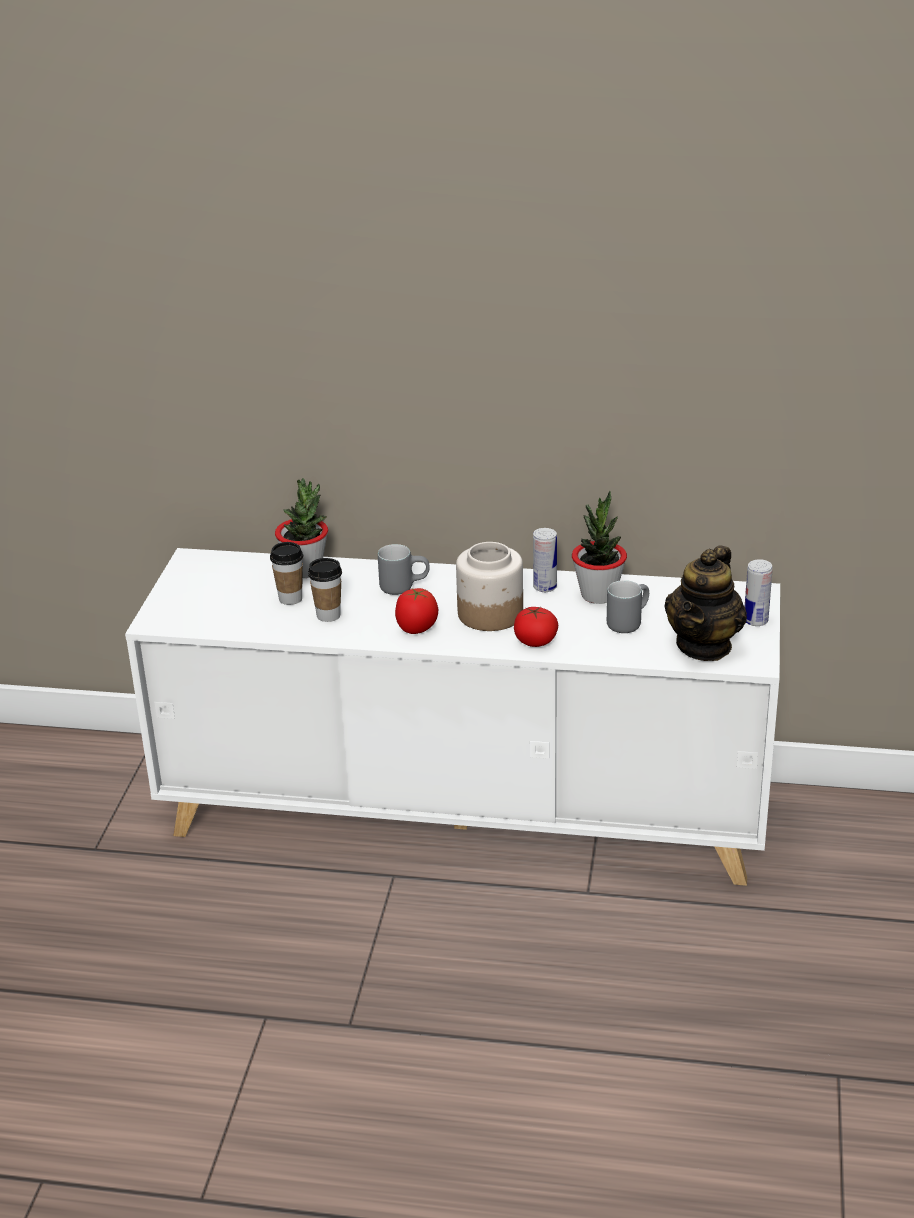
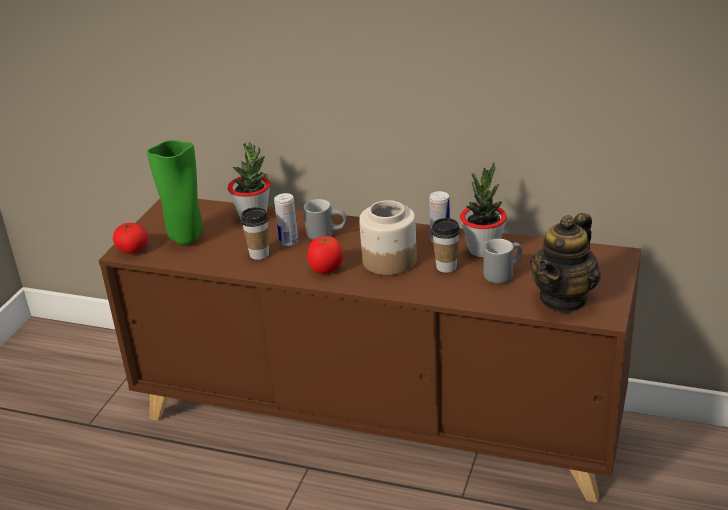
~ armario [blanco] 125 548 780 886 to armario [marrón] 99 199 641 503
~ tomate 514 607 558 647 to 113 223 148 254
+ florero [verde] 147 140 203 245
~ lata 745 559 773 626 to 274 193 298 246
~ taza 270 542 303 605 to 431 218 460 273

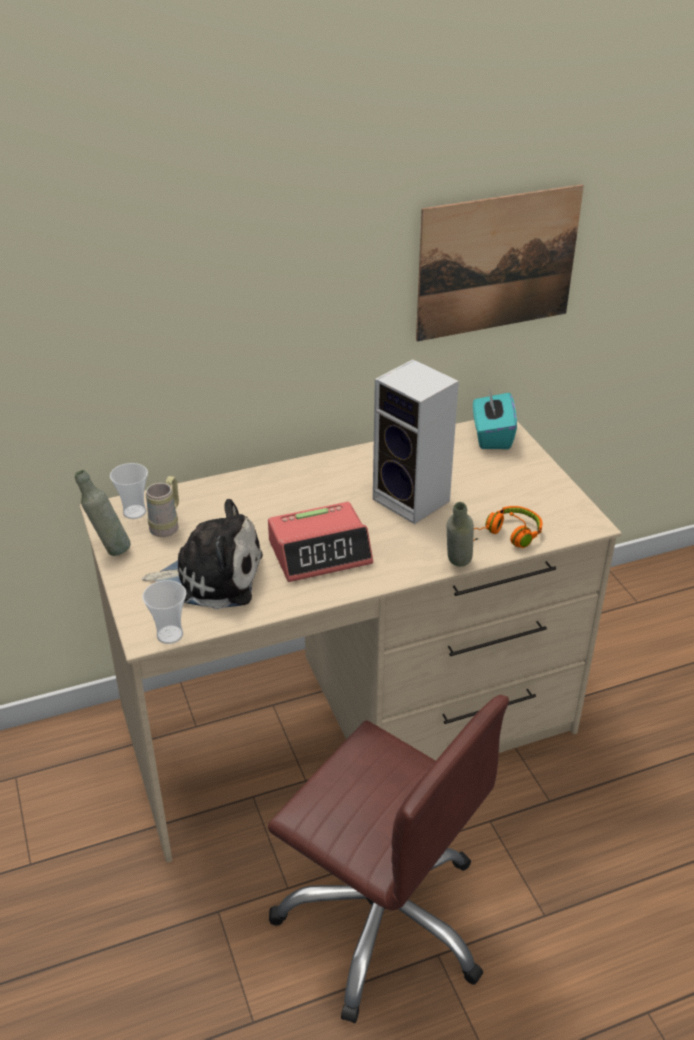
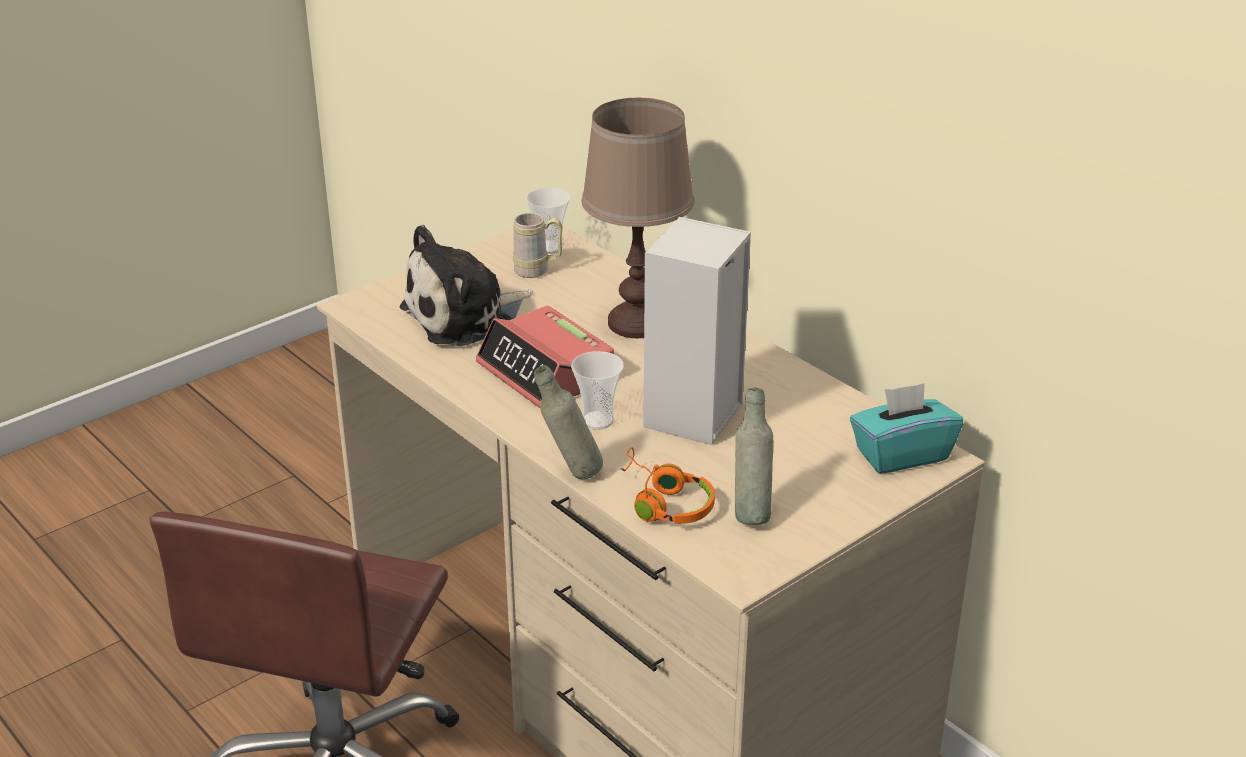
~ peluche 142 499 263 609 = 400 225 533 346 75 degrees clockwise
~ taza 142 580 186 644 to 571 351 624 430
+ lámpara de mesa [marrón] 582 98 694 338
~ botella [gris] 75 470 131 556 to 735 387 773 525
- cuadro 416 184 584 342

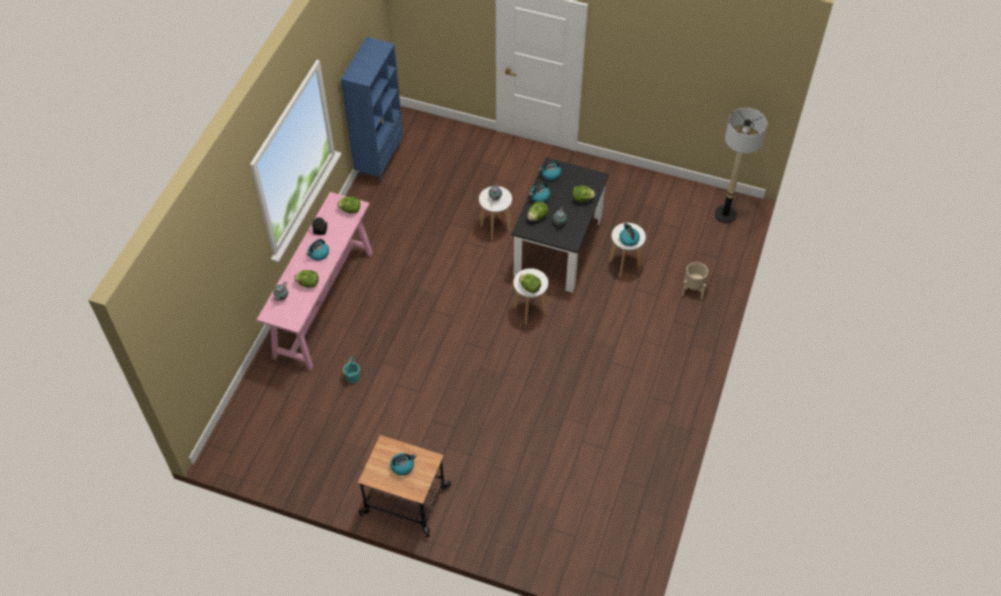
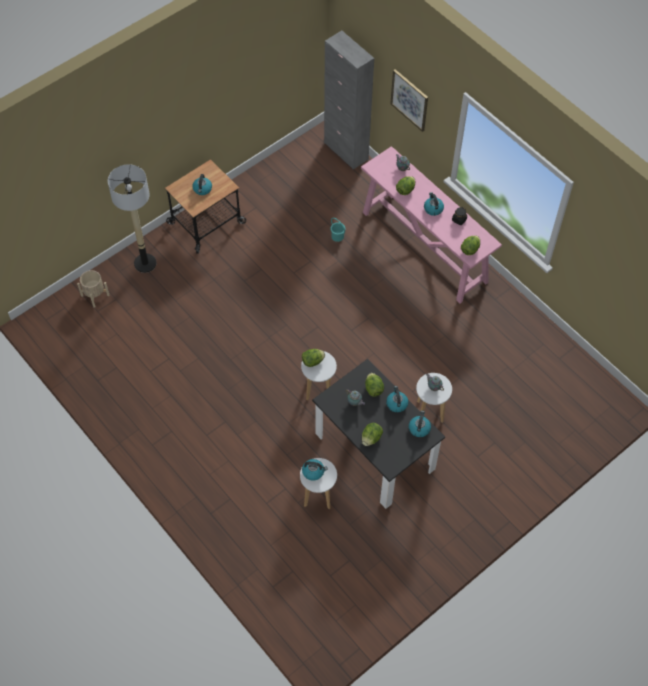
~ maceta [beis] 681 262 708 299 to 77 270 110 308
~ lámpara de pie 715 108 767 223 to 108 164 156 273
+ armario [gris] 324 31 374 170
+ cuadro 390 69 428 132
- estantería [azul] 341 37 403 183

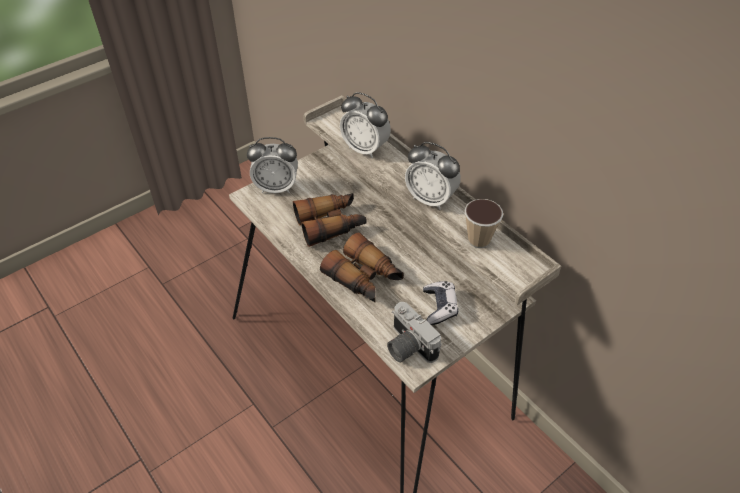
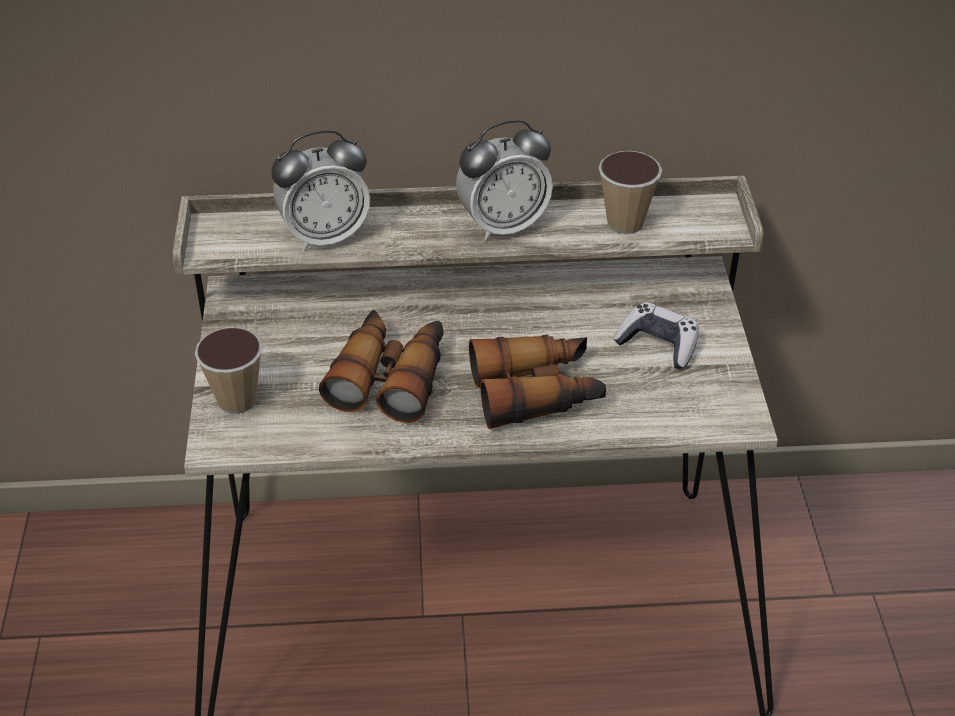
~ despertador 247 137 298 193 to taza 195 327 263 414
- cámara 387 302 442 363

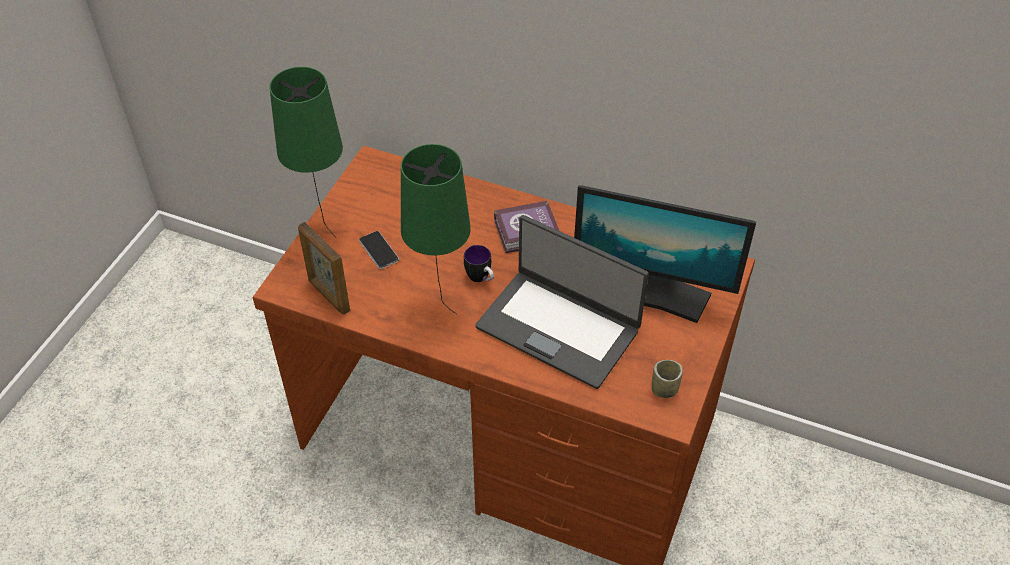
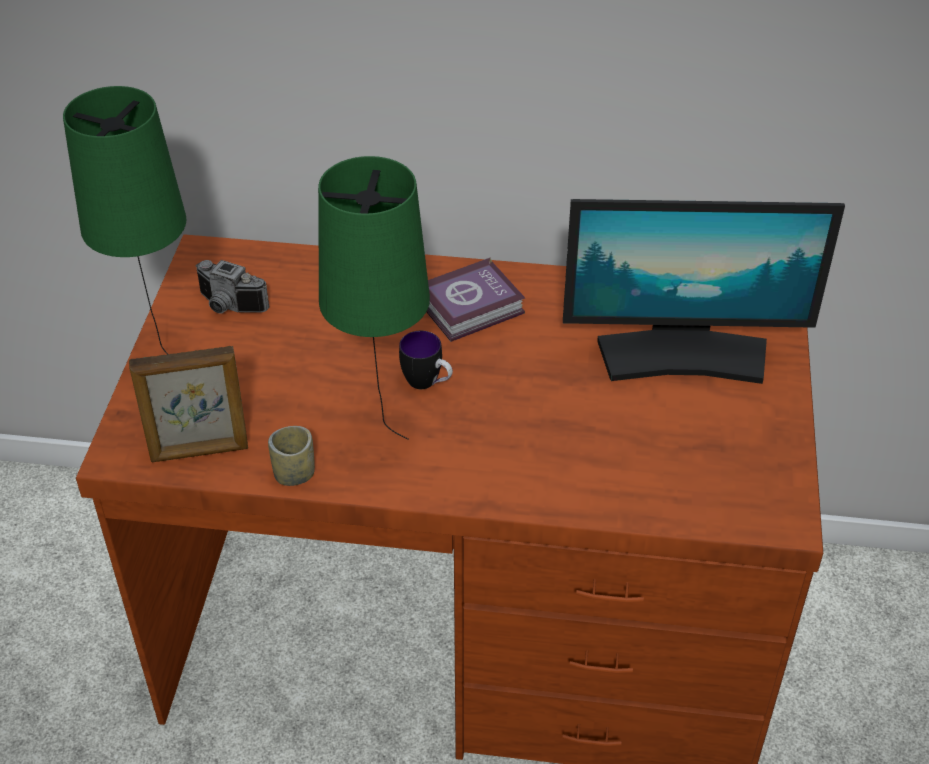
~ portarretratos 298 222 350 315 = 129 346 248 462 45 degrees counterclockwise
+ cámara 196 260 269 314
~ taza 651 360 683 398 to 268 426 315 486
- móvil 359 231 399 269
- portátil 475 215 649 389

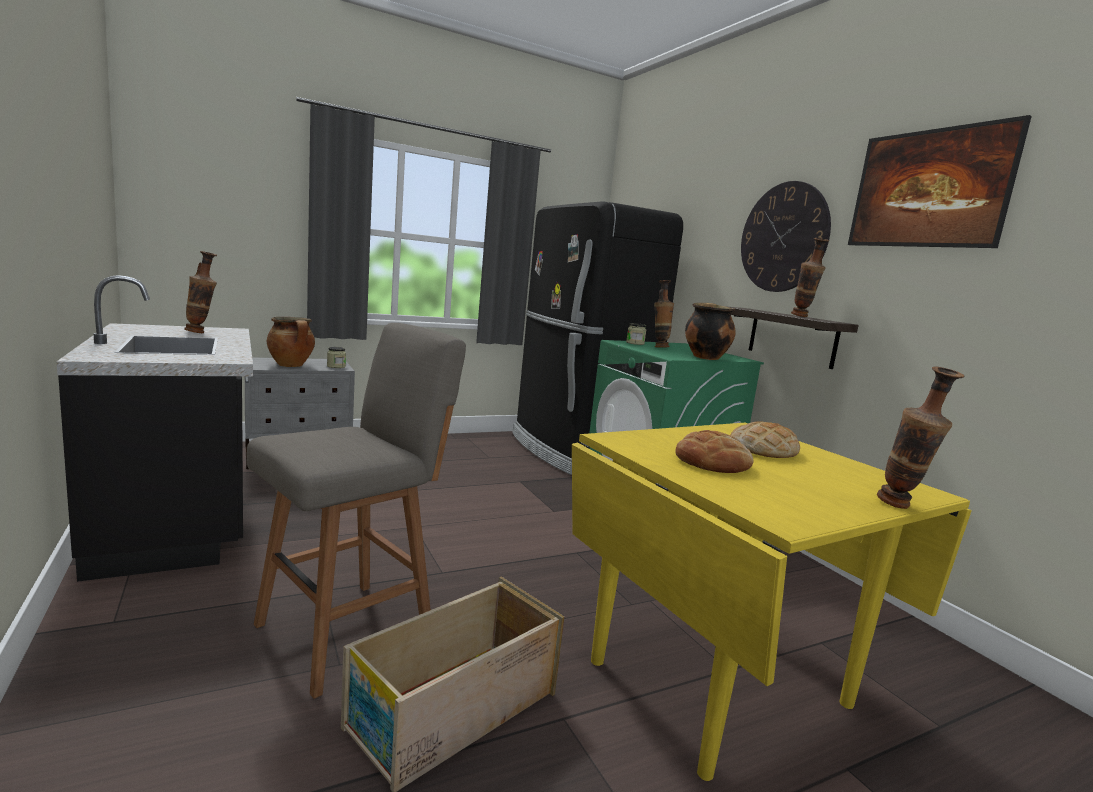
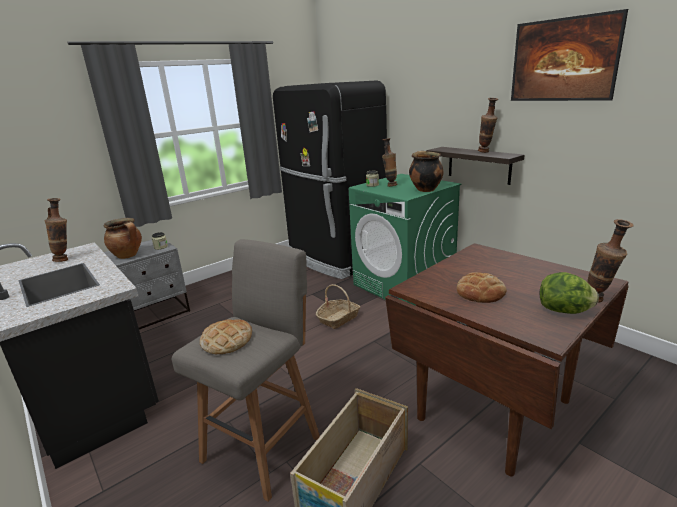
~ pan 731 421 800 458 to 200 319 252 354
+ cesta 316 284 360 329
~ mesa de comedor [amarillo] 572 423 972 781 to mesa de comedor [marrón] 385 243 629 476
+ lechuga 540 272 599 314
- reloj de pared 741 181 831 292

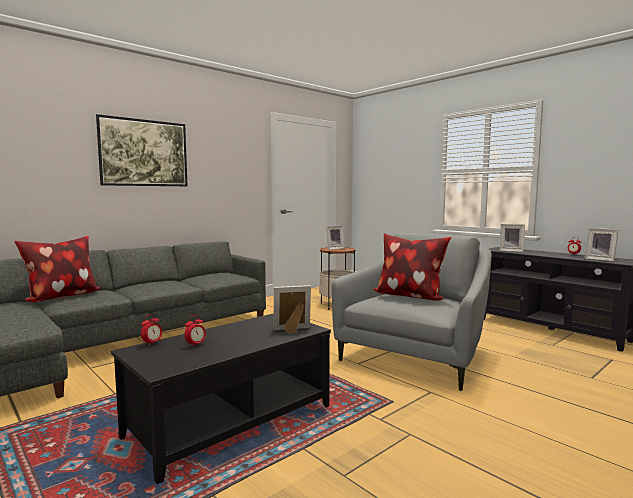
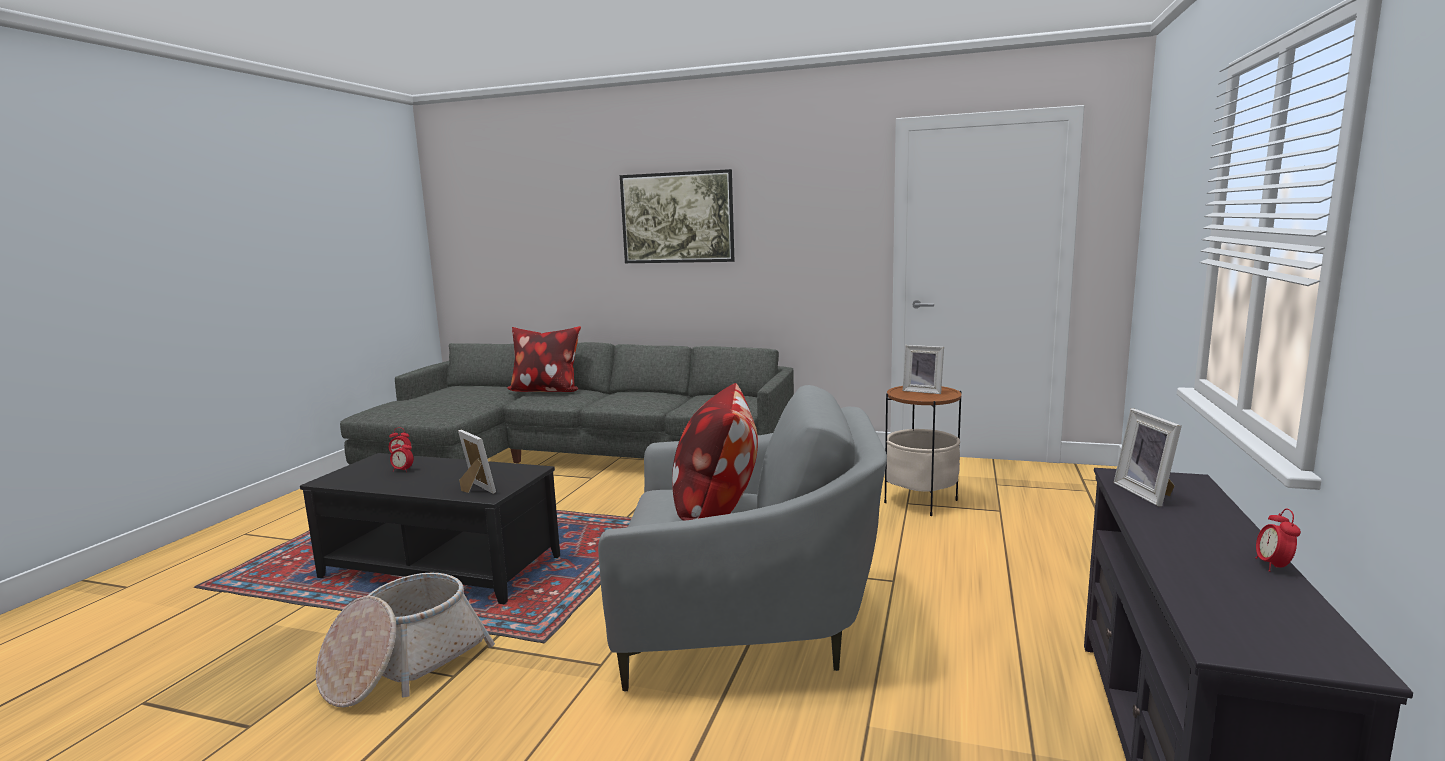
+ cesta 316 573 495 707
- portarretratos 584 228 618 261

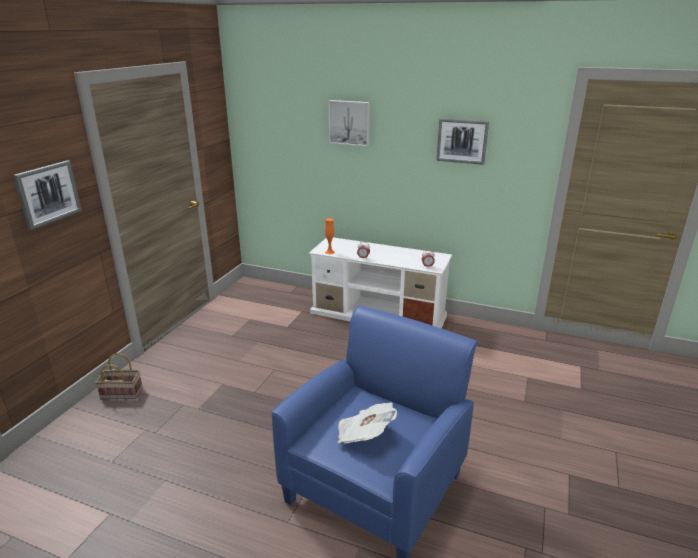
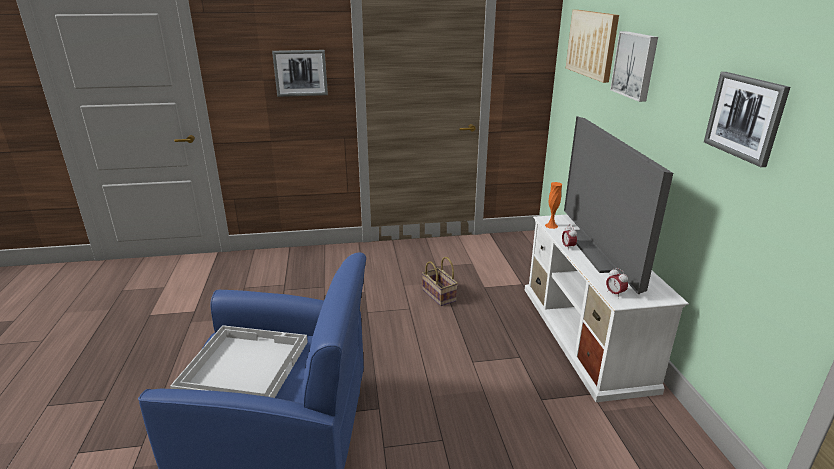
~ periódico 338 402 397 443 to bandeja [blanco] 170 325 308 398
~ cesta 95 353 143 399 to 422 257 458 306
+ televisor 564 116 673 294
+ cuadro 566 10 619 83

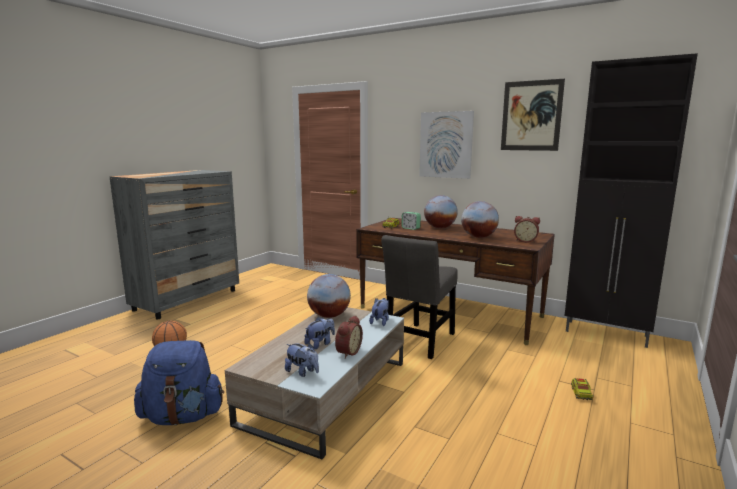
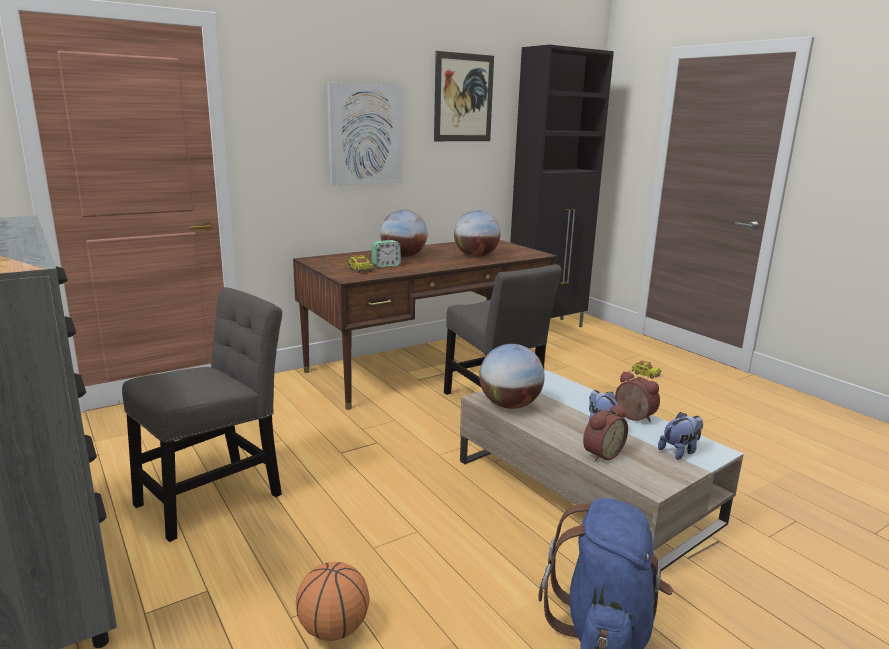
+ silla [gris] 122 287 282 542
~ despertador 514 216 540 242 to 583 405 628 462
- peluche 369 298 389 326

